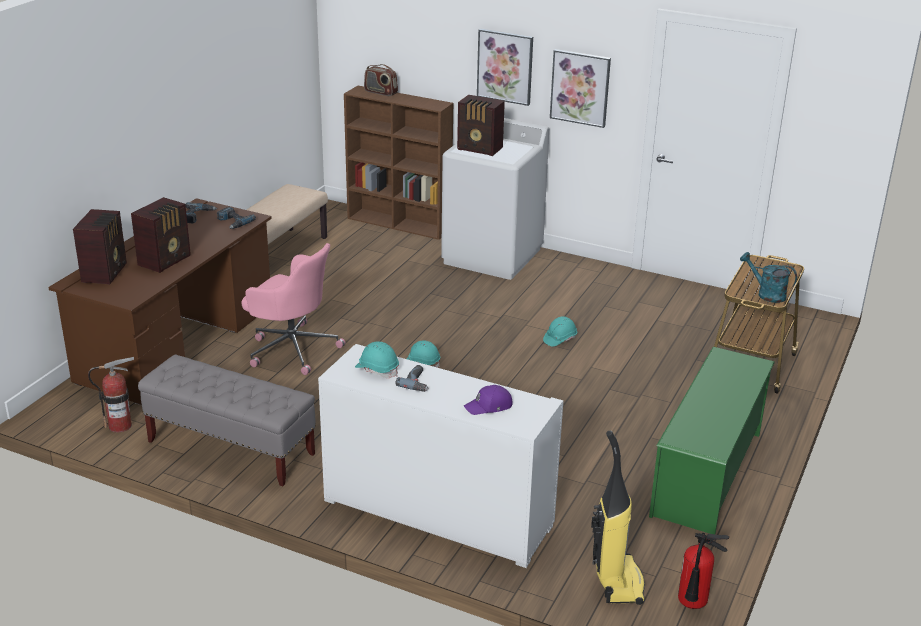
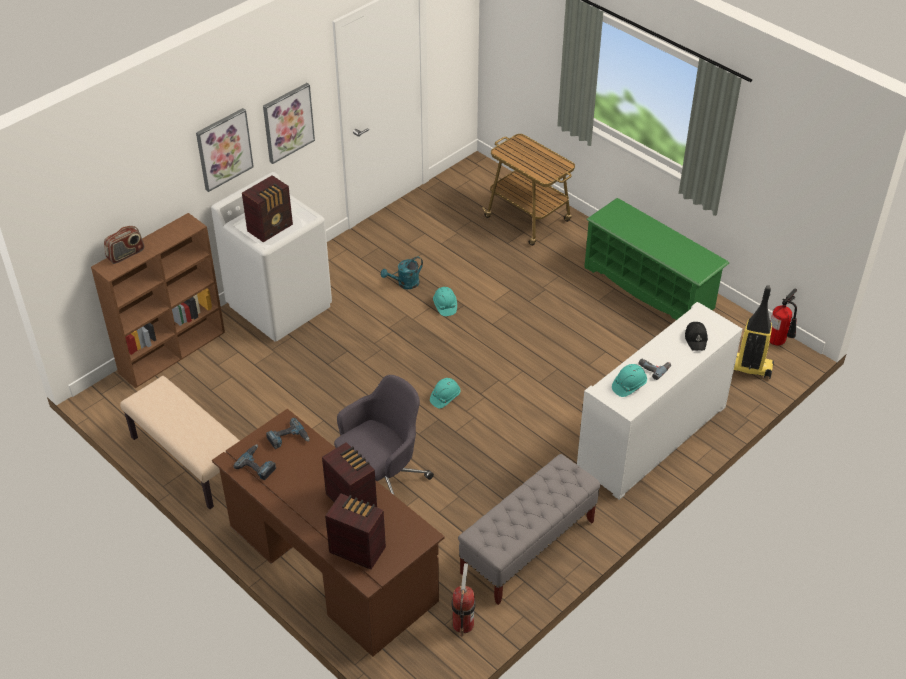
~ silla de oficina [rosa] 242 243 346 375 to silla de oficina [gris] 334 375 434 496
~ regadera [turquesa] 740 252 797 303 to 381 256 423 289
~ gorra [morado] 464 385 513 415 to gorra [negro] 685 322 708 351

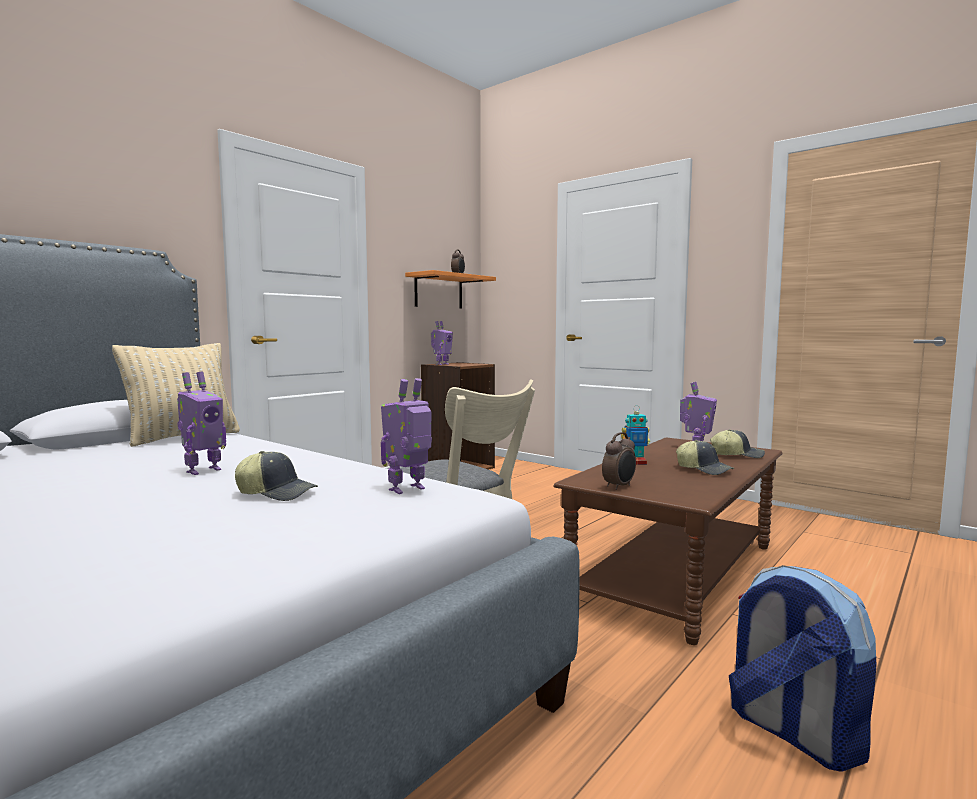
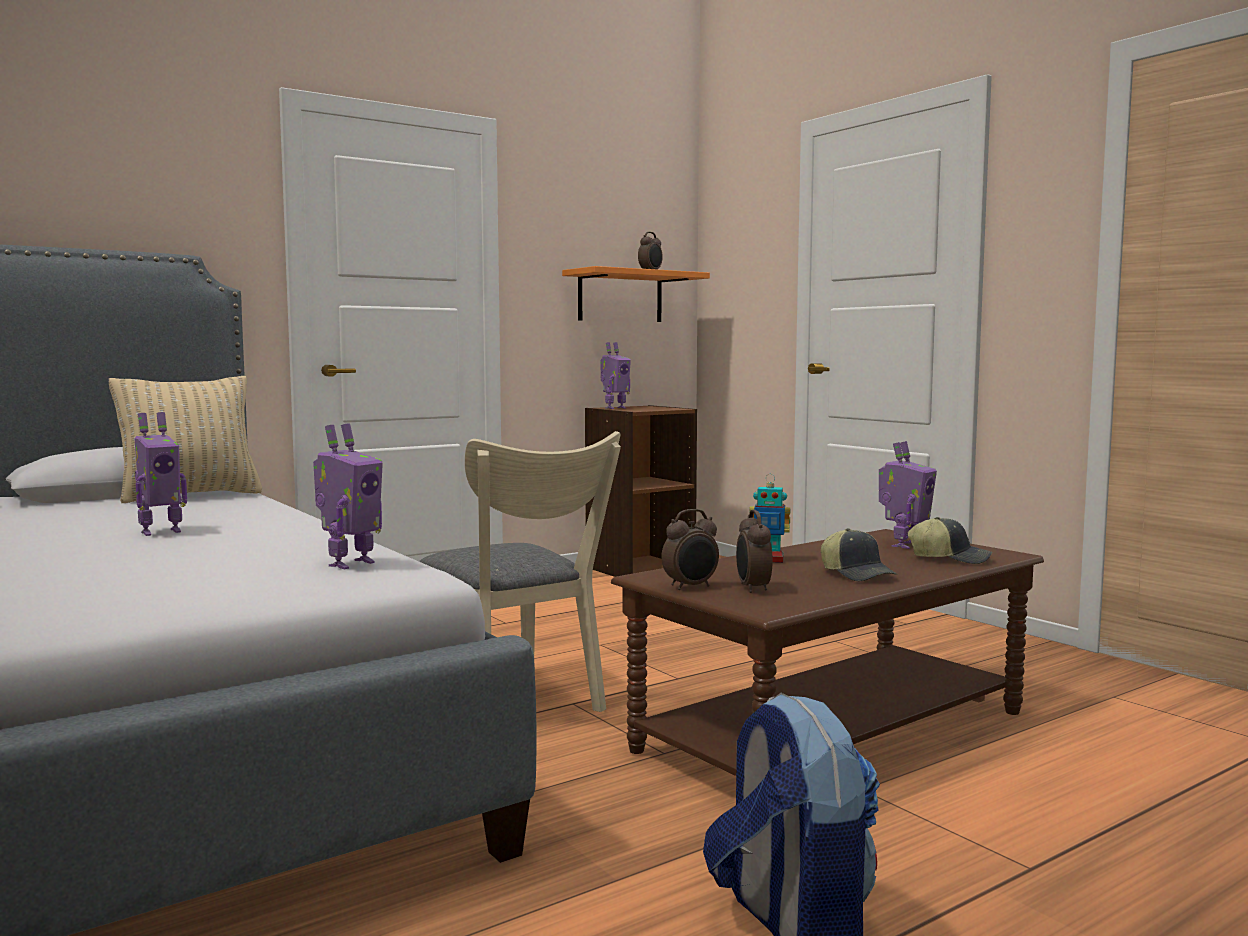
~ robot de juguete 381 378 432 494 = 313 423 383 569 150 degrees clockwise
+ despertador 736 510 773 593
- gorra 235 451 318 501

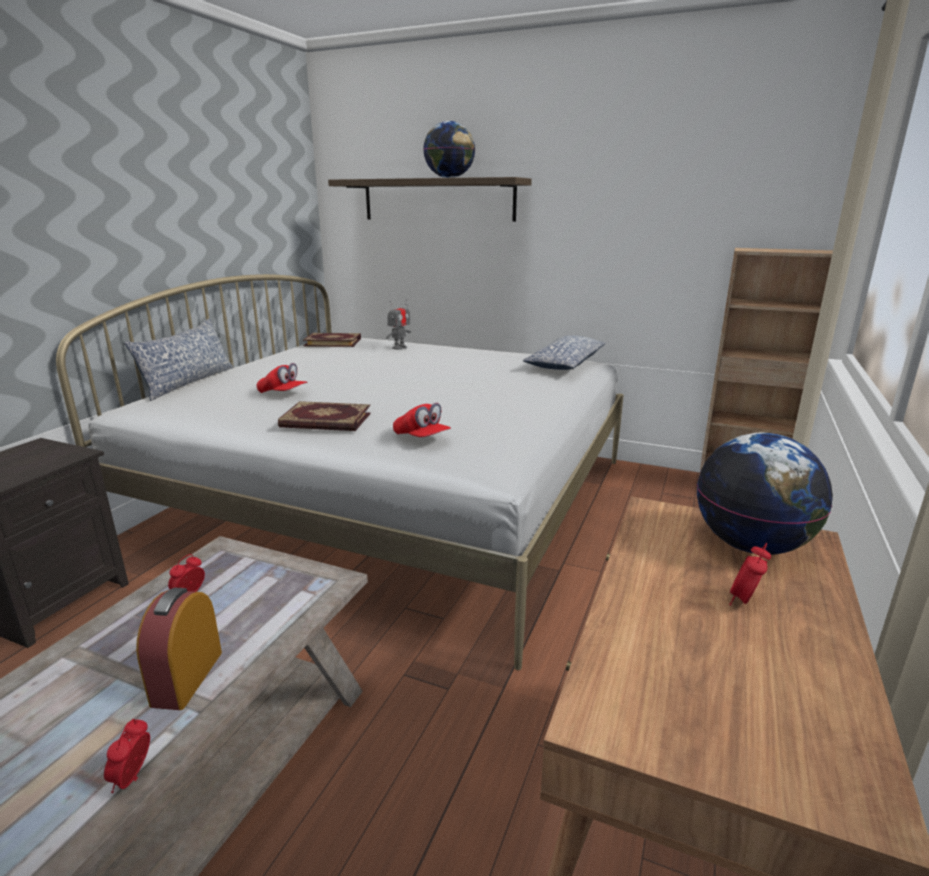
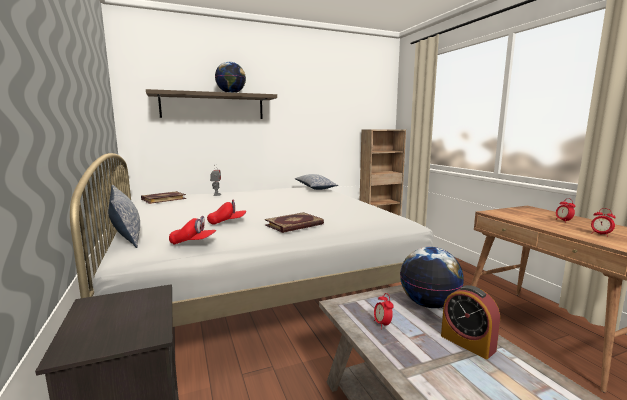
~ gorra [rojo] 393 403 451 437 to 169 216 216 245
~ globo terráqueo 697 433 833 555 to 400 247 464 308
~ despertador 104 719 150 793 to 591 208 616 237

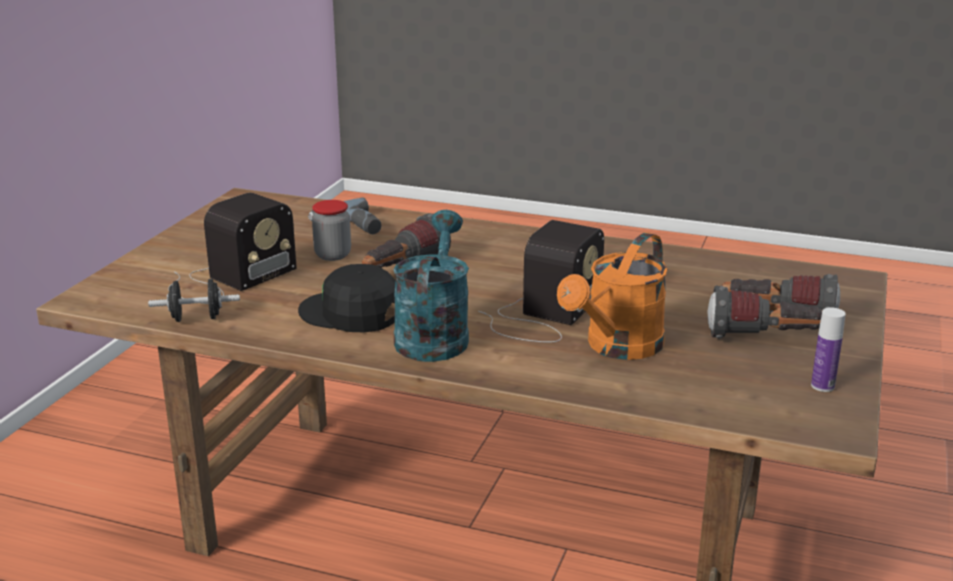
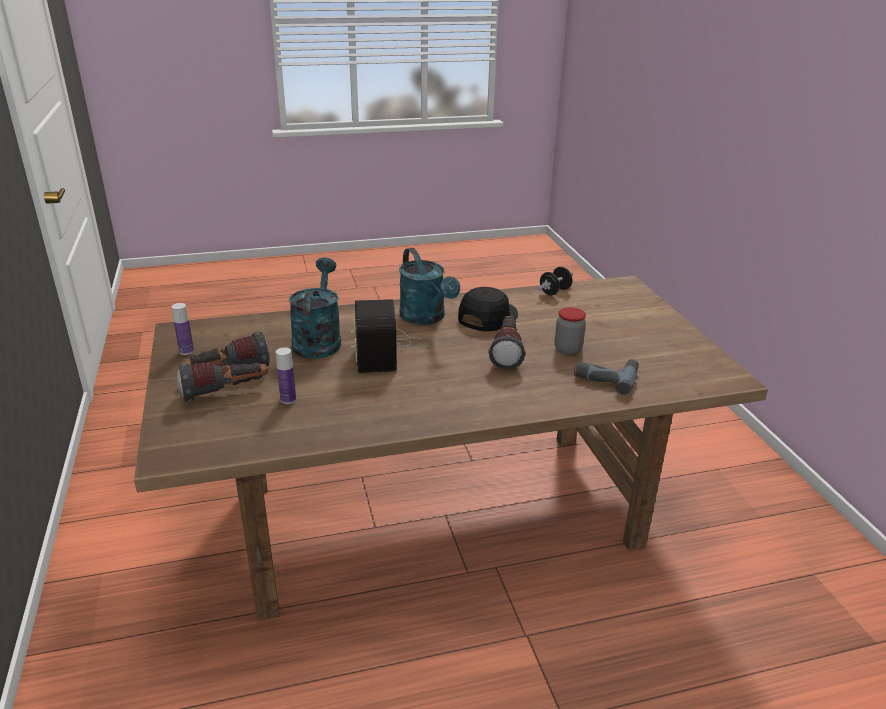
+ botella 276 347 296 404
~ regadera [naranja] 557 232 668 360 to regadera [turquesa] 289 258 341 359
~ gorra [negro] 298 264 395 332 = 458 287 518 332 45 degrees counterclockwise
- radio 168 193 297 304

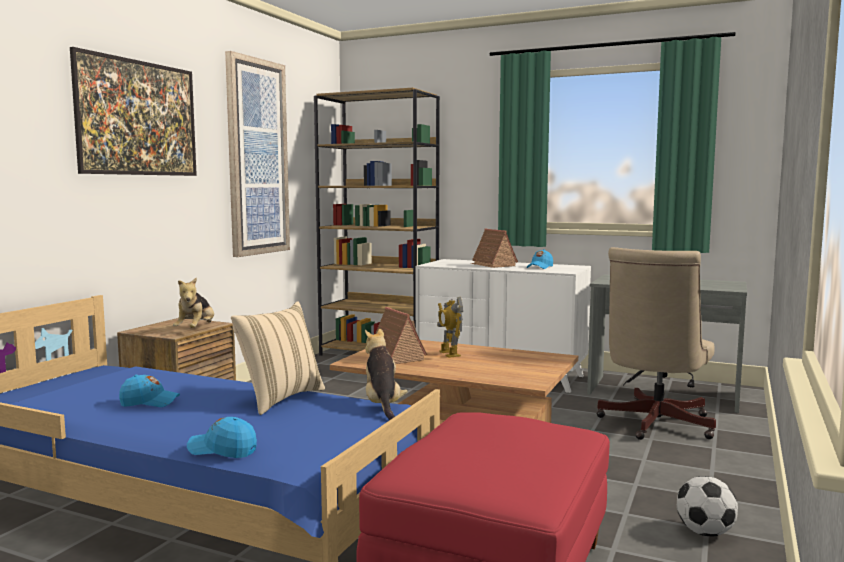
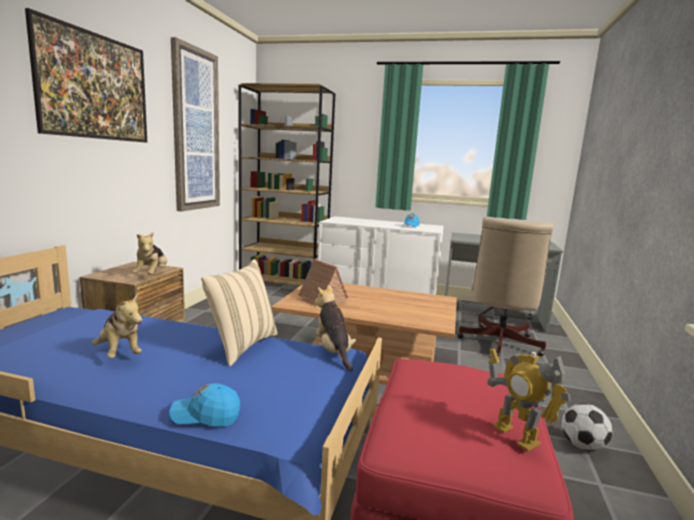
~ gorra [azul] 119 375 180 407 to peluche 92 293 142 358
~ robot de juguete 437 297 463 358 to 487 348 570 451
- casita 470 229 518 268

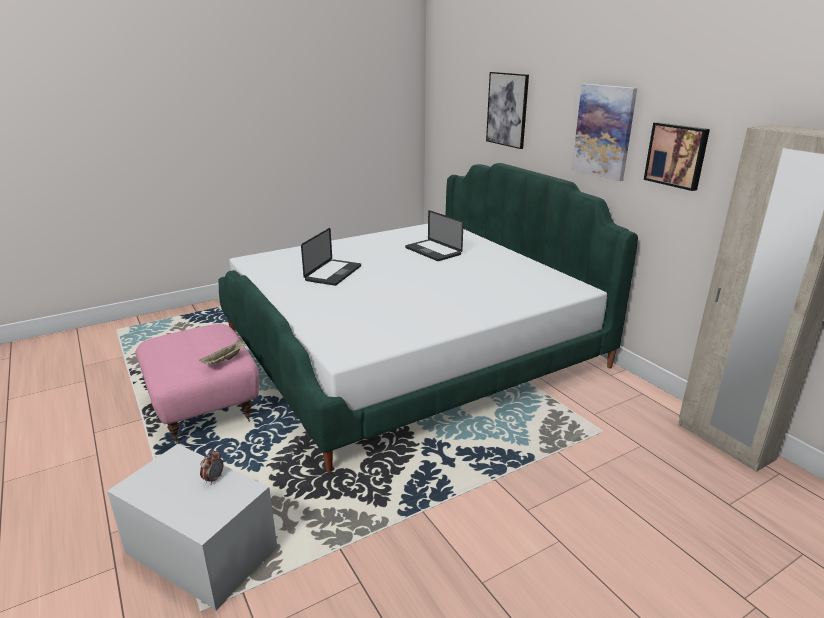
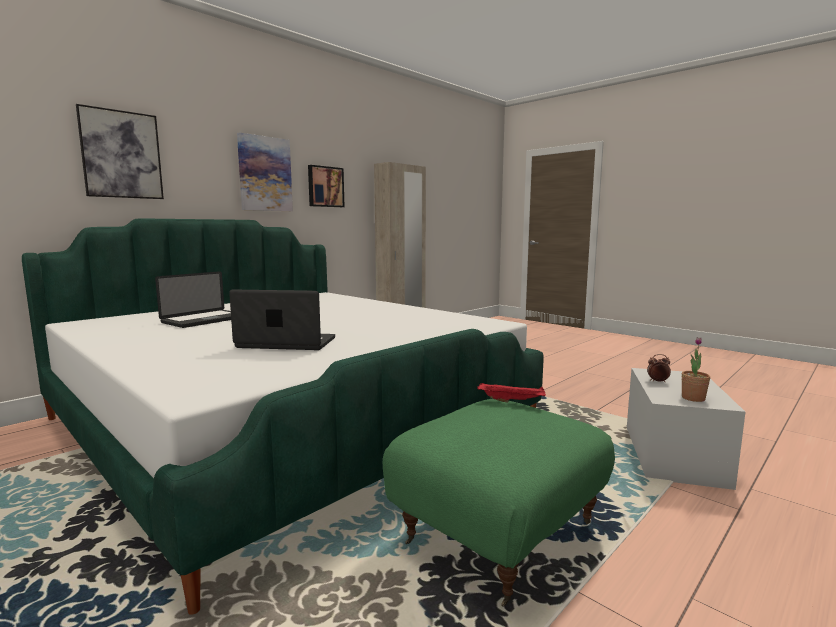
~ puf [rosa] 136 324 259 444 to puf [verde] 383 399 615 607
~ bandeja [beis] 199 340 245 365 to bandeja [rojo] 477 382 546 402
+ planta en maceta 681 337 710 402

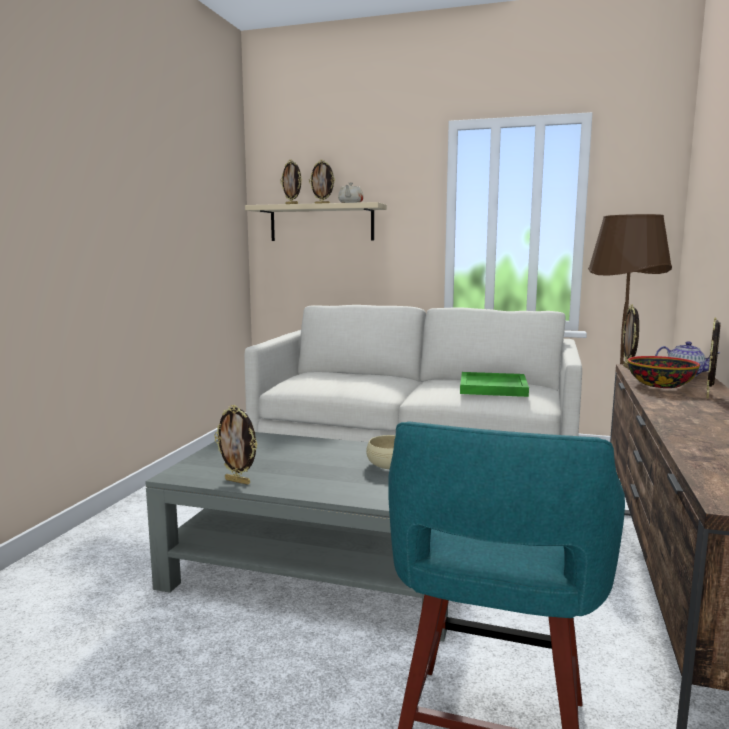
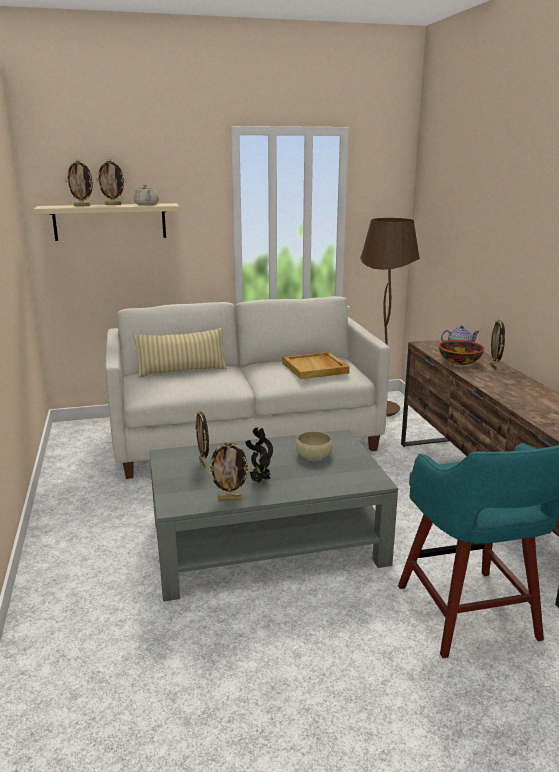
+ cojín [beis] 133 328 227 378
~ portarretratos 623 304 639 369 to 195 410 209 468
+ planta en maceta 246 428 273 483
~ bandeja [verde] 460 372 529 397 to bandeja [beis] 282 352 349 379

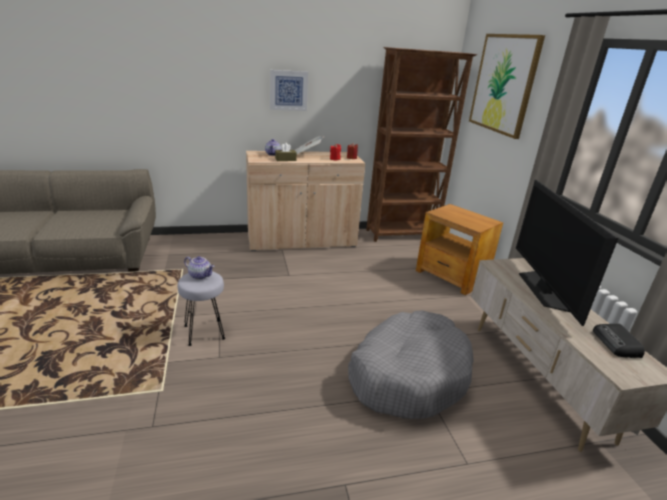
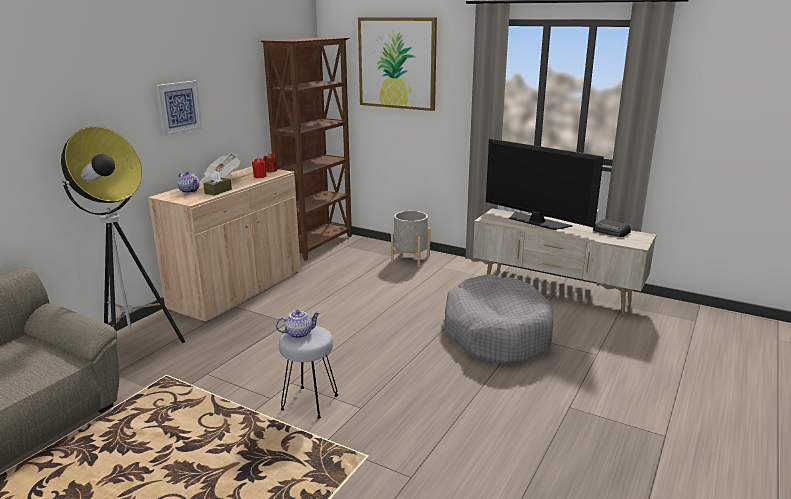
+ lámpara de pie 61 126 185 343
~ mesa auxiliar [marrón] 416 204 503 296 to maceta [gris] 391 211 430 267

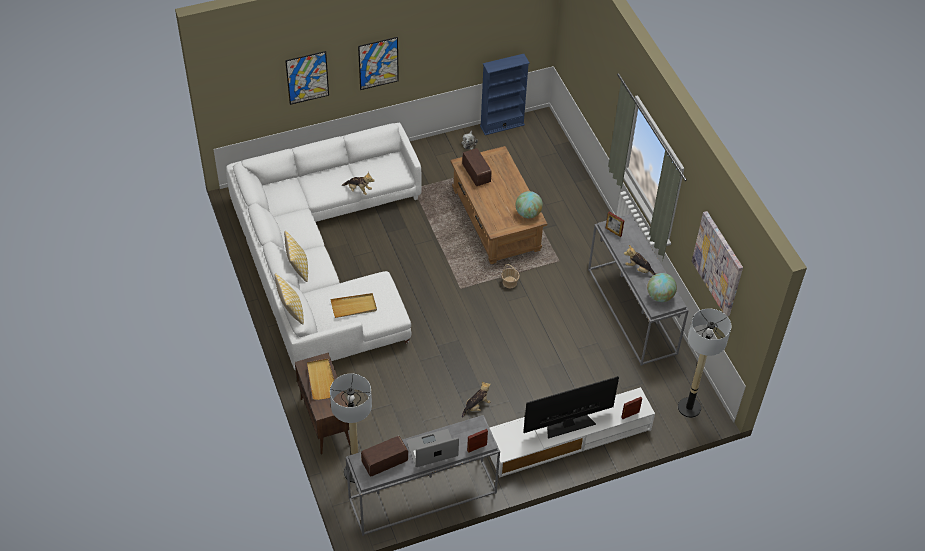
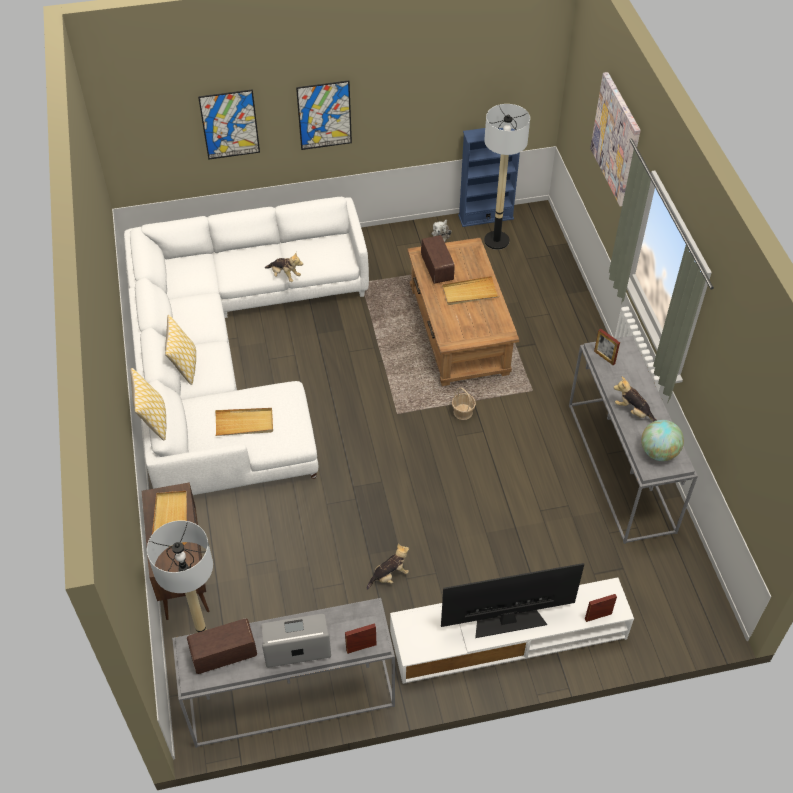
+ bandeja [beis] 442 276 499 305
~ lámpara de pie 678 309 731 418 to 484 104 530 250
~ cuadro 692 211 743 316 to 590 72 641 207
- globo terráqueo 516 191 543 218

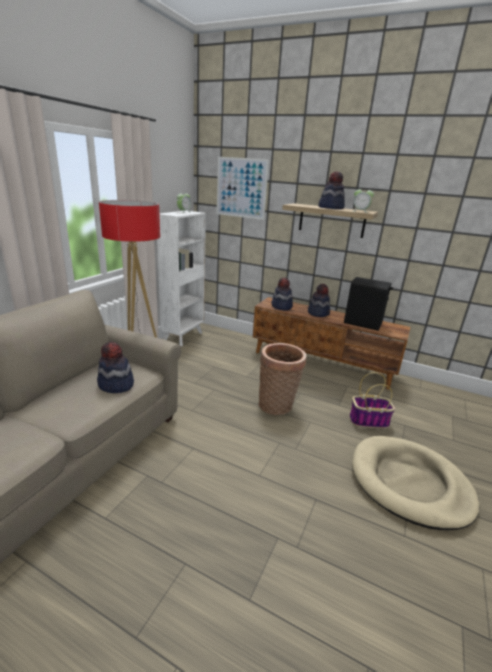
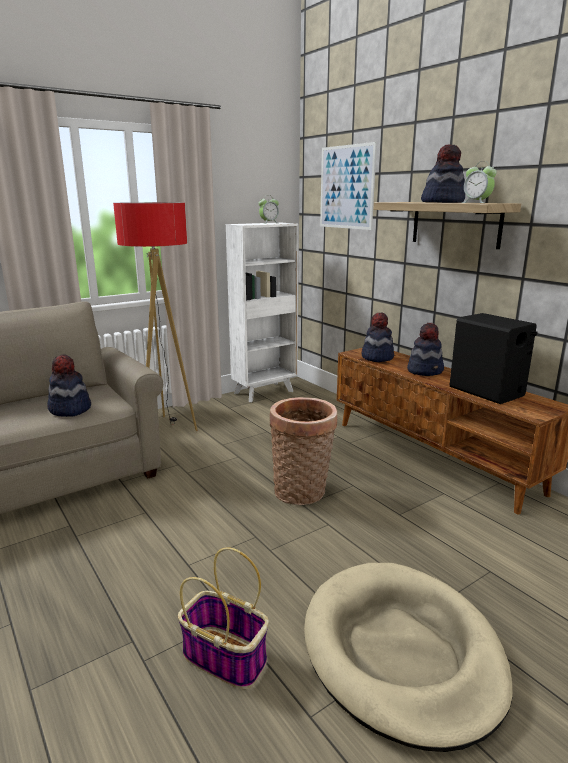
~ cesta 350 372 395 428 to 178 547 269 689

